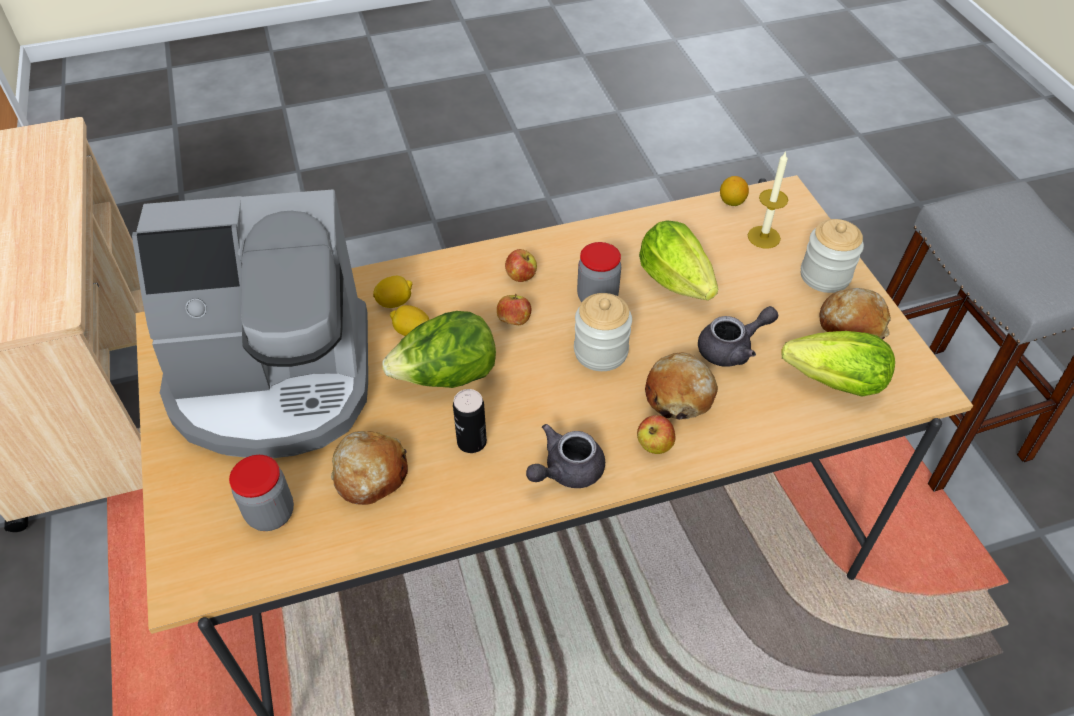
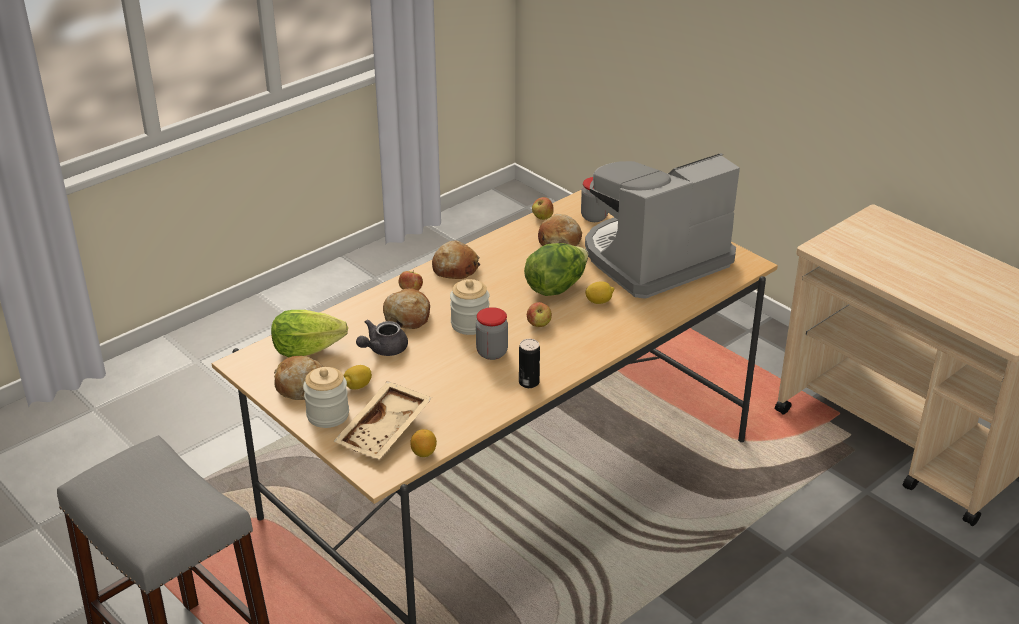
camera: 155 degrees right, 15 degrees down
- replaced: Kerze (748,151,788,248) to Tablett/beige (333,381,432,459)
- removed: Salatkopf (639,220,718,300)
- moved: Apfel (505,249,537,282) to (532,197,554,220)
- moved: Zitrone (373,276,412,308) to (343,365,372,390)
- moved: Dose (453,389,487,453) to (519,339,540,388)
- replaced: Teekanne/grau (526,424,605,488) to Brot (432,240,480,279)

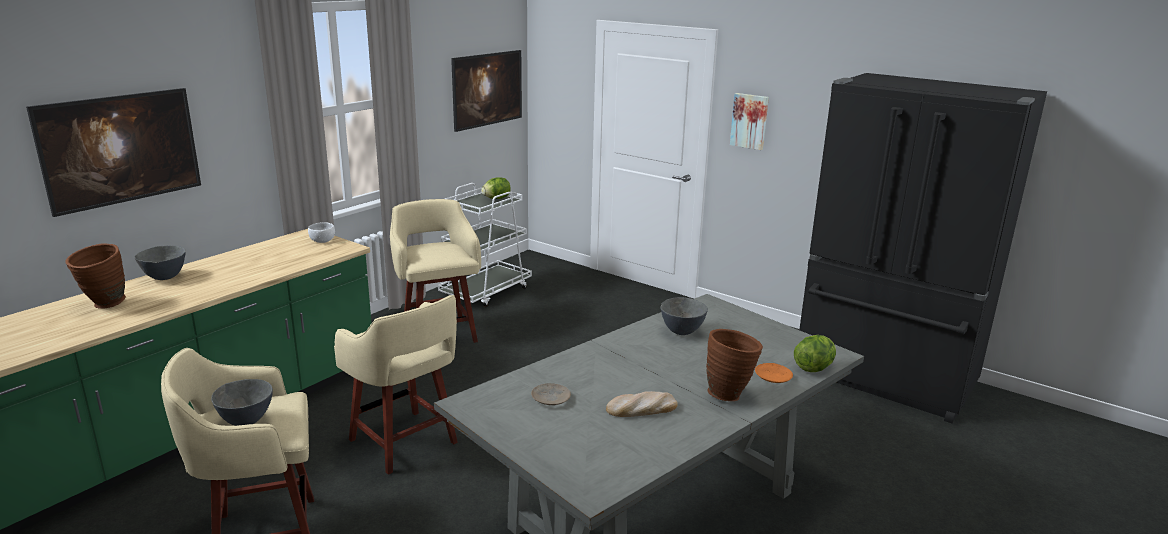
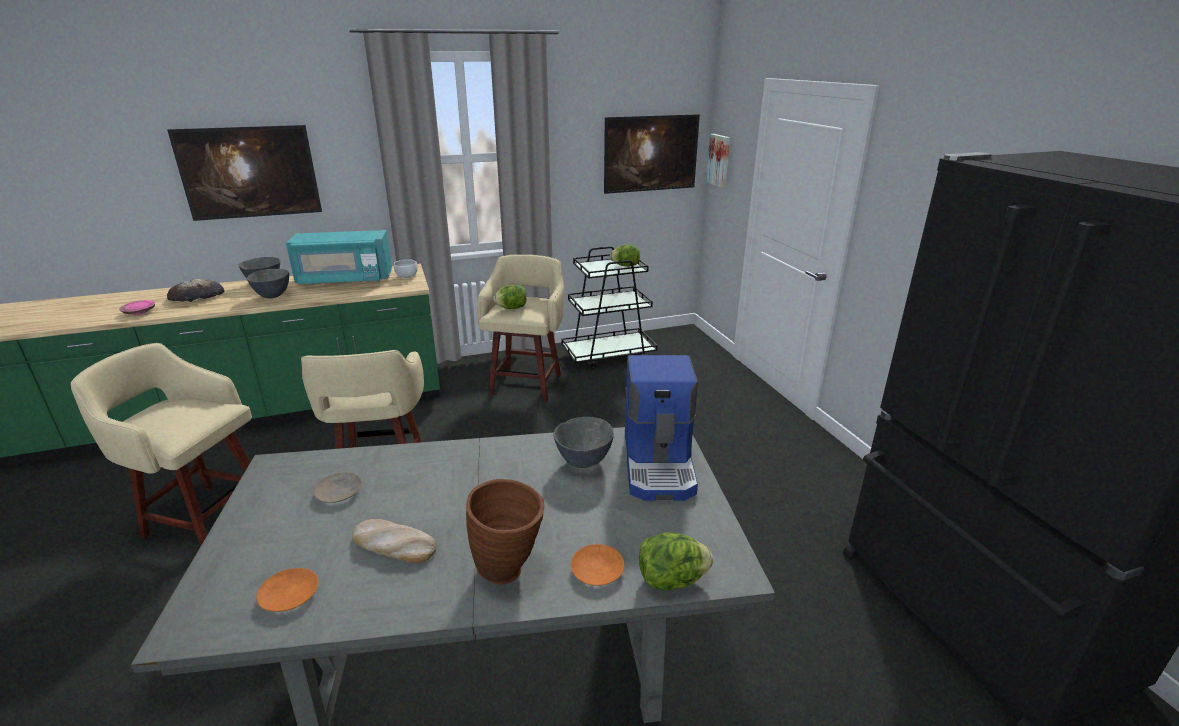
camera: 35 degrees right, 5 degrees up
- moved: Bild (730,93,769,150) to (706,134,730,188)
- recoloured: Rollwagen/weiß (438,183,532,307) to Rollwagen/schwarz (562,246,658,370)
- replaced: Vase/braun (65,244,126,309) to Brot (167,279,225,302)
- moved: Schüssel/grau (211,379,273,426) to (246,269,289,299)
- added: Mikrowelle/türkis (286,230,392,285)
- added: Salatkopf (493,284,527,309)
- added: Teller/rosa (119,300,155,315)
- added: Kaffeemaschine (625,355,698,501)
- added: Teller/orange (256,568,319,612)

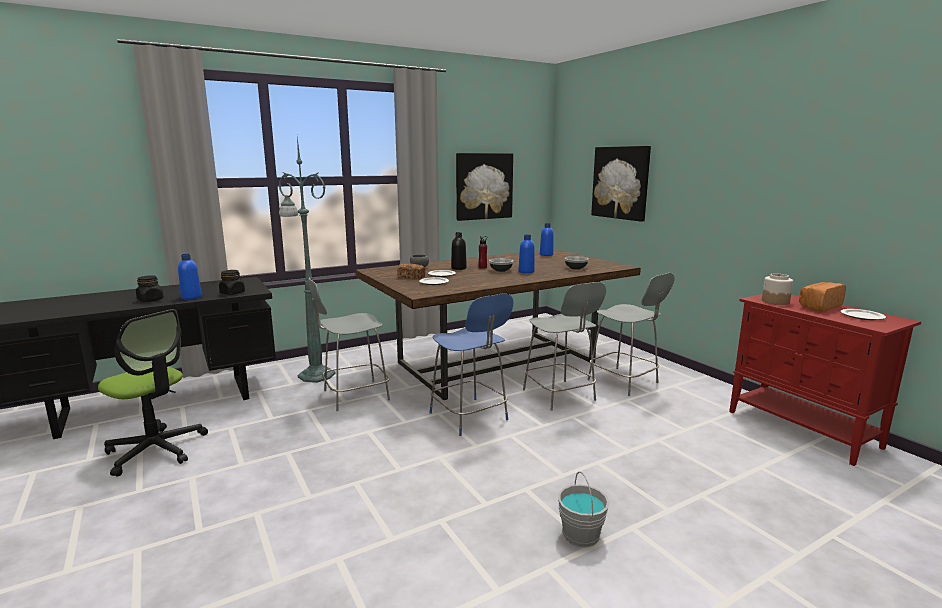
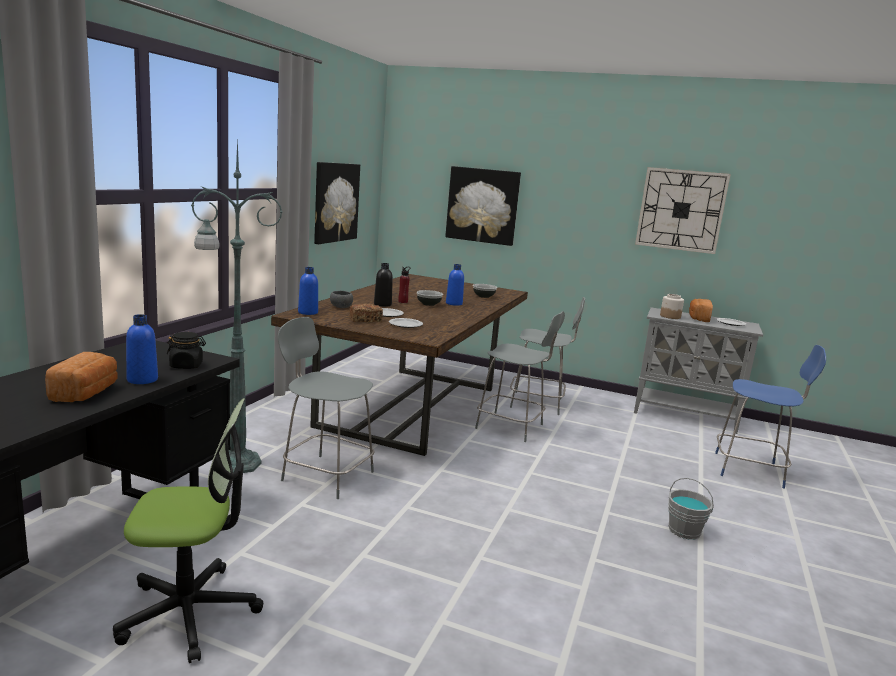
camera: 40 degrees left, 0 degrees up
- moved: Flasche/blau (540,223,553,256) to (298,267,318,315)
- replaced: Vorratsglas/schwarz (136,275,164,302) to Brot (45,352,117,402)
- turned: Stuhl/grau (308,277,390,411) = (278,317,375,499) 90 degrees clockwise
- moved: Stuhl/blau (430,293,514,436) to (715,345,826,489)
- recoloured: Schrank/rot (729,294,921,466) to Schrank/grau (634,307,763,434)
- added: Wanduhr (635,167,731,254)

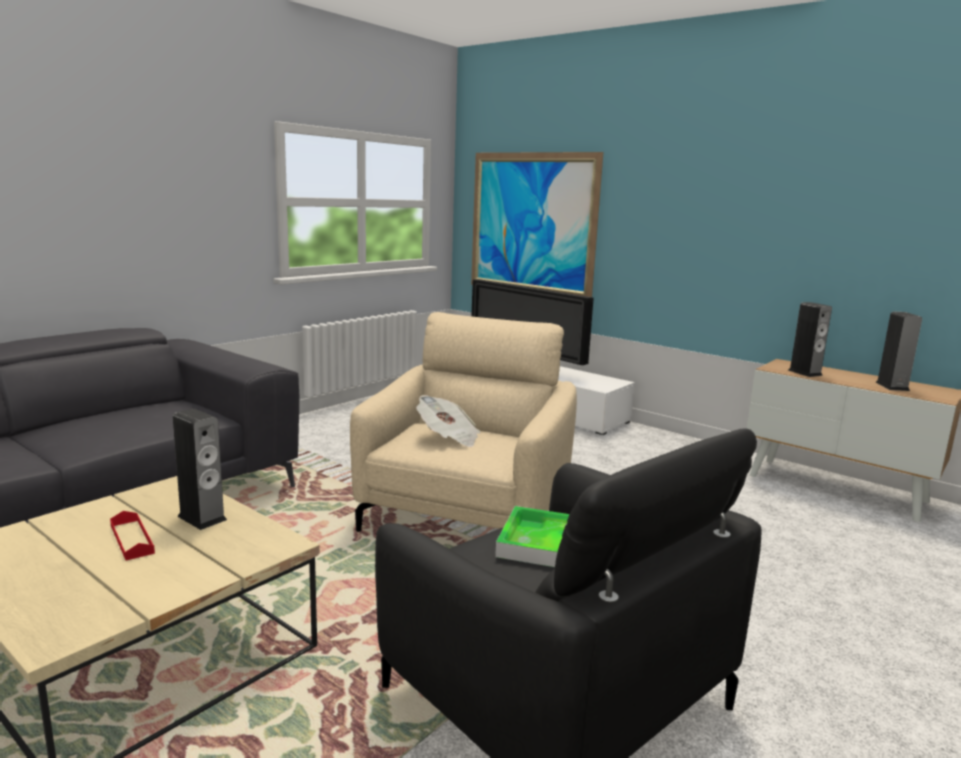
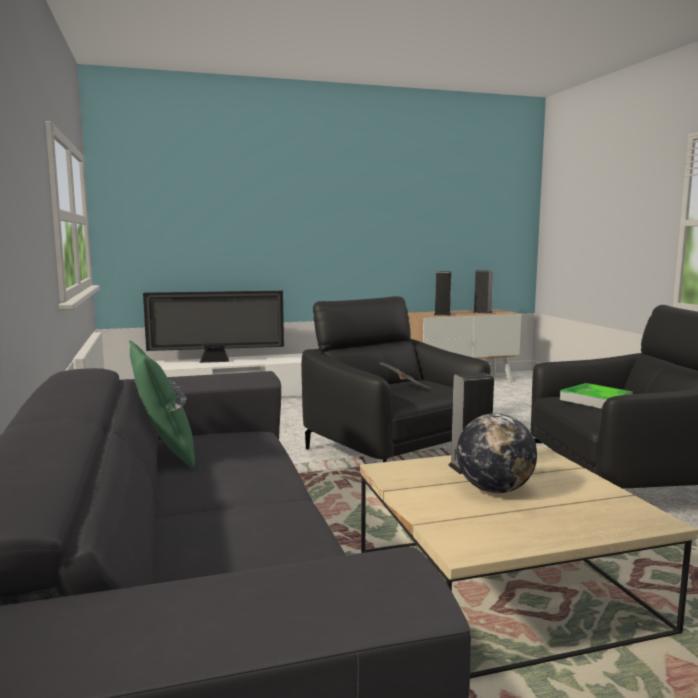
camera: 55 degrees left, 5 degrees down
- removed: Bild (471,152,603,297)
- recoloured: Sessel/beige (350,312,577,532) to Sessel/schwarz (301,296,491,462)
- replaced: Tablett/rot (110,511,155,561) to Globus (457,413,537,493)
- added: Kissen/grün (129,340,195,469)

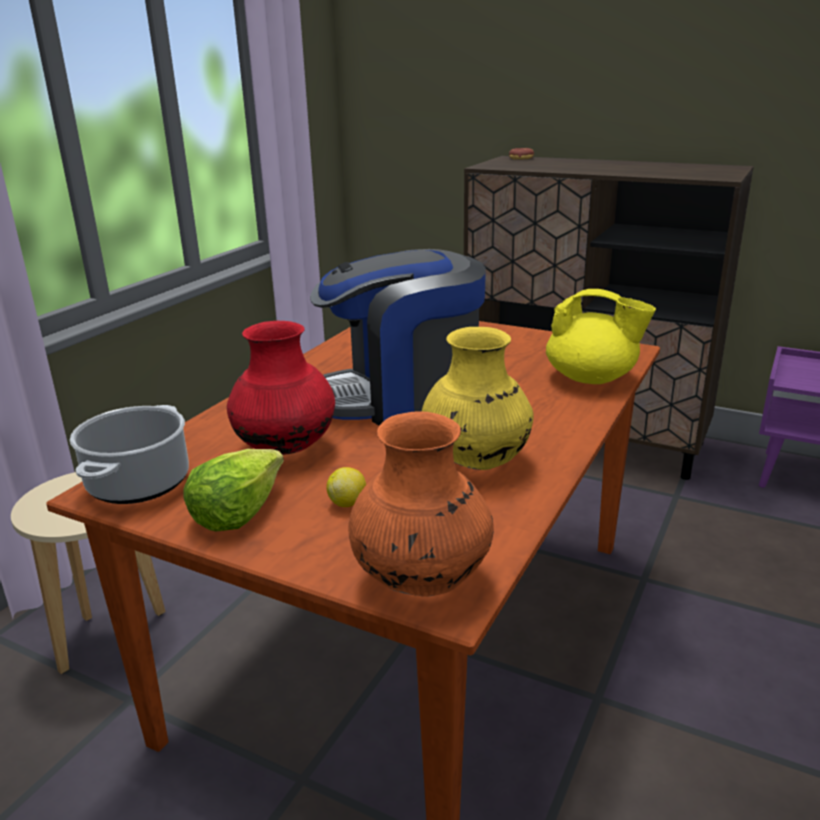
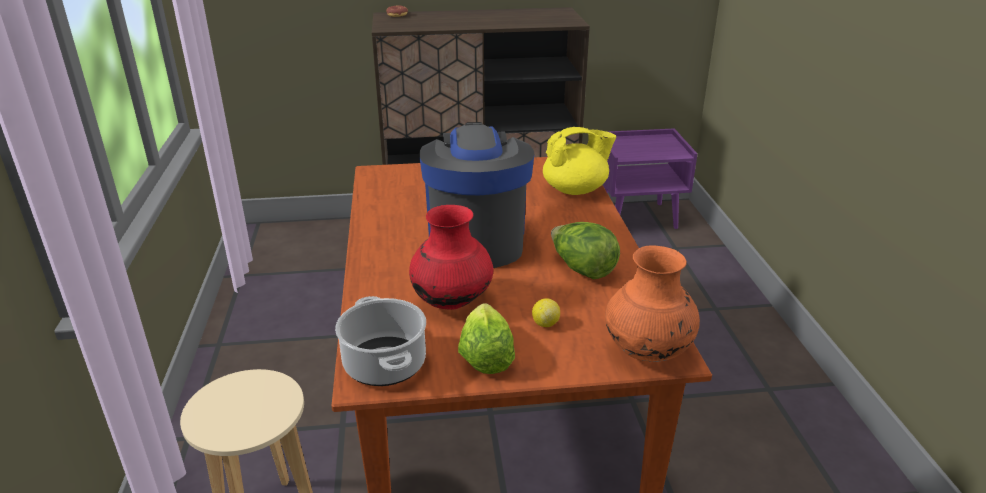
camera: 35 degrees left, 5 degrees up
- turned: Kaffeemaschine (310,249,486,426) = (419,122,534,268) 135 degrees clockwise
- replaced: Vase/gelb (422,327,534,470) to Salatkopf (551,222,620,279)

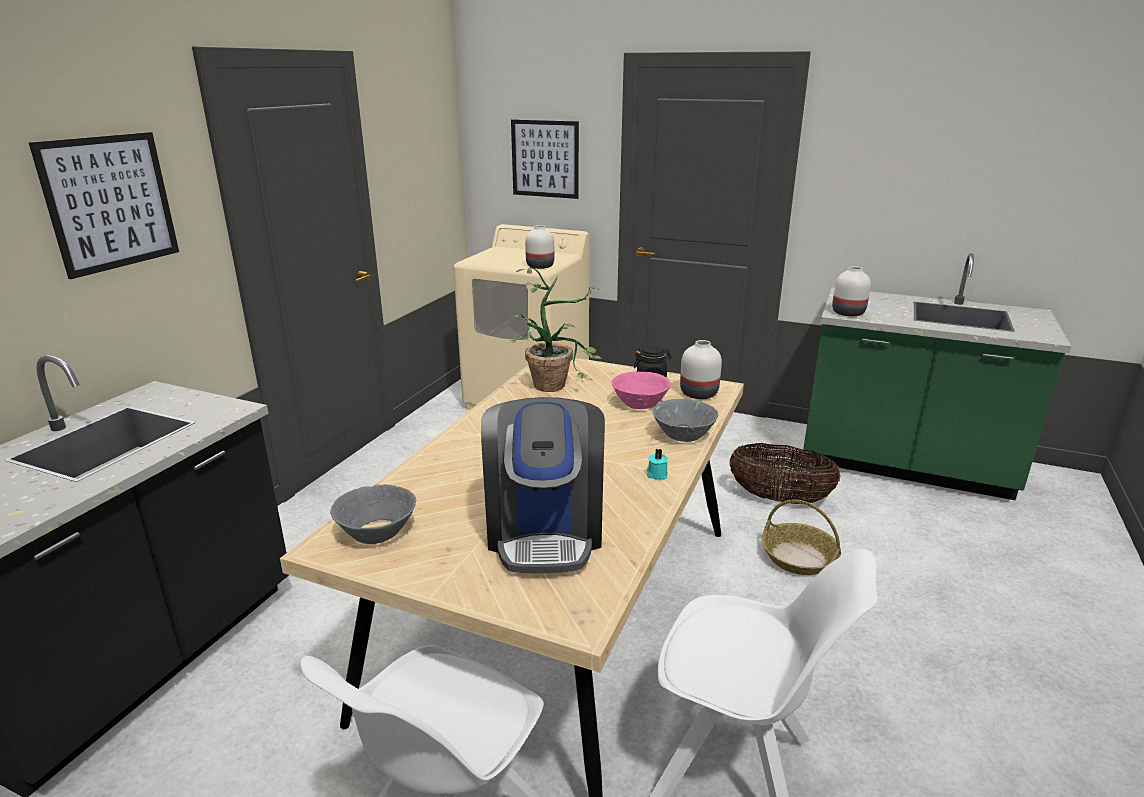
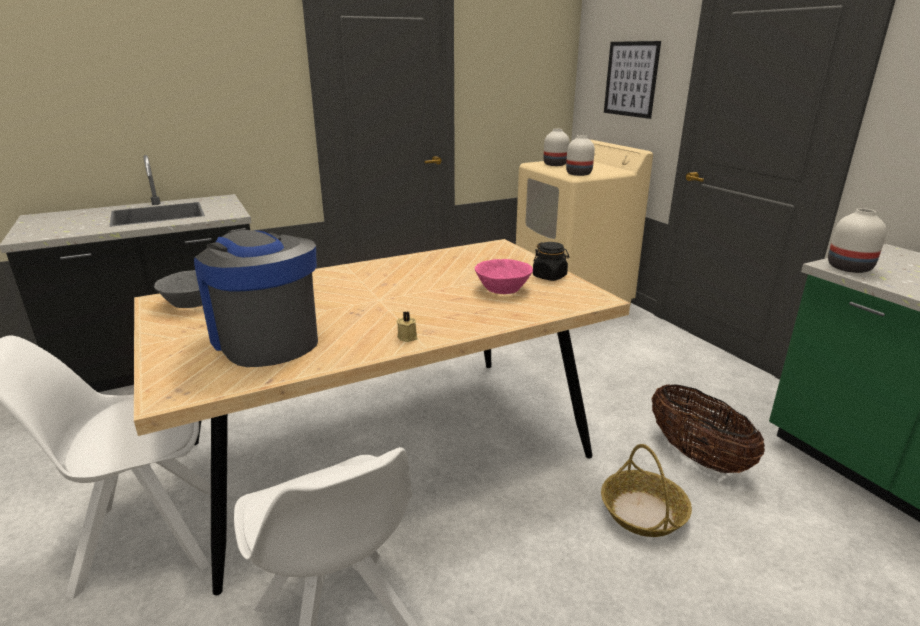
camera: 40 degrees right, 0 degrees up
- removed: Bild (29,132,179,279)
- removed: Topfpflanze (511,268,602,392)
- moved: Vase/weiß (680,340,722,399) to (544,129,569,166)
- turned: Kaffeemaschine (481,397,605,573) = (194,228,318,367) 105 degrees clockwise
- removed: Schüssel/grau (652,399,718,442)
- recoloured: Kerze/türkis (647,449,668,480) to Kerze/beige (396,311,418,342)

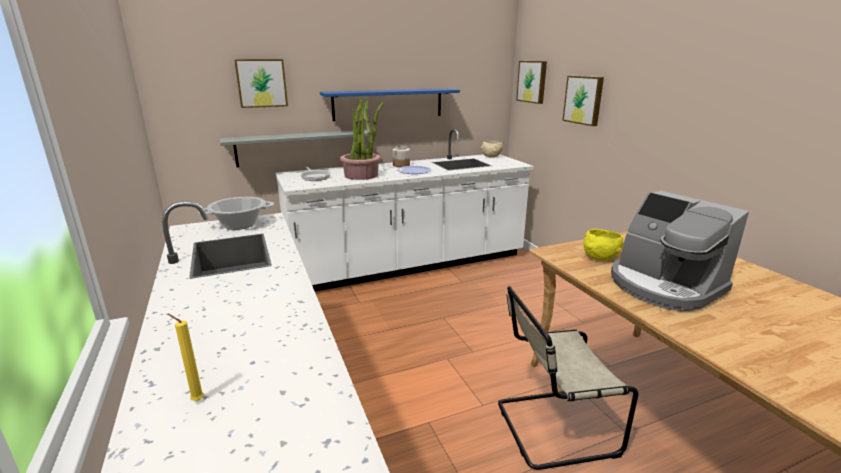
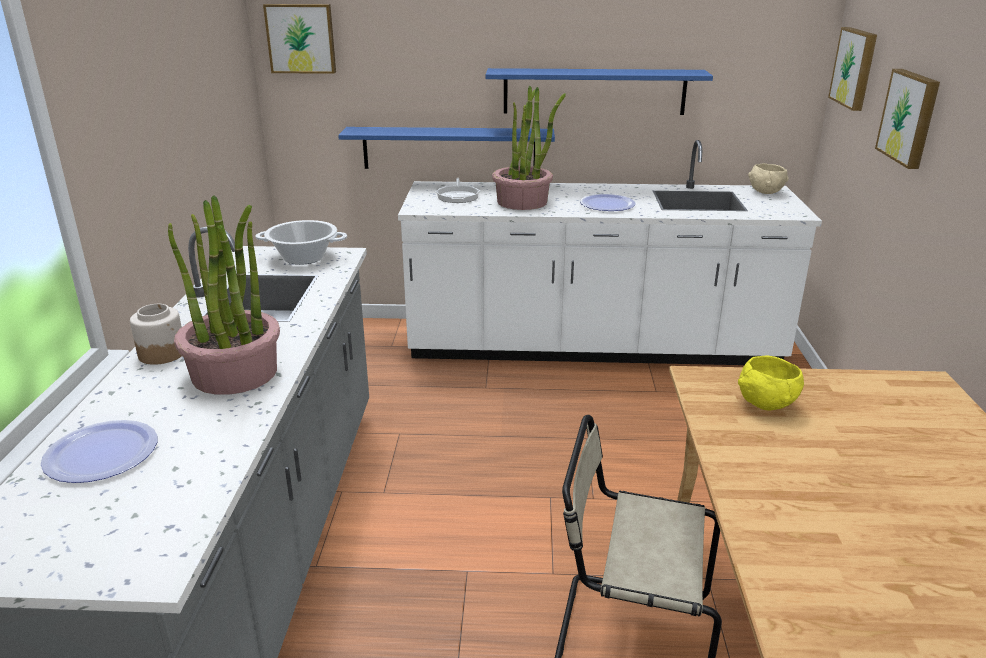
camera: 25 degrees right, 5 degrees up
- moved: Bild (234,59,288,108) to (263,4,336,74)
- recoloured: Wandregal/grau (220,130,373,167) to Wandregal/blau (338,127,555,169)
- moved: Vorratsglas (392,146,410,167) to (130,304,182,365)
- removed: Kaffeemaschine (611,191,749,312)
- replaced: Kerze/gelb (168,314,204,401) to Teller (41,420,157,483)
- added: Topfpflanze (168,195,280,395)

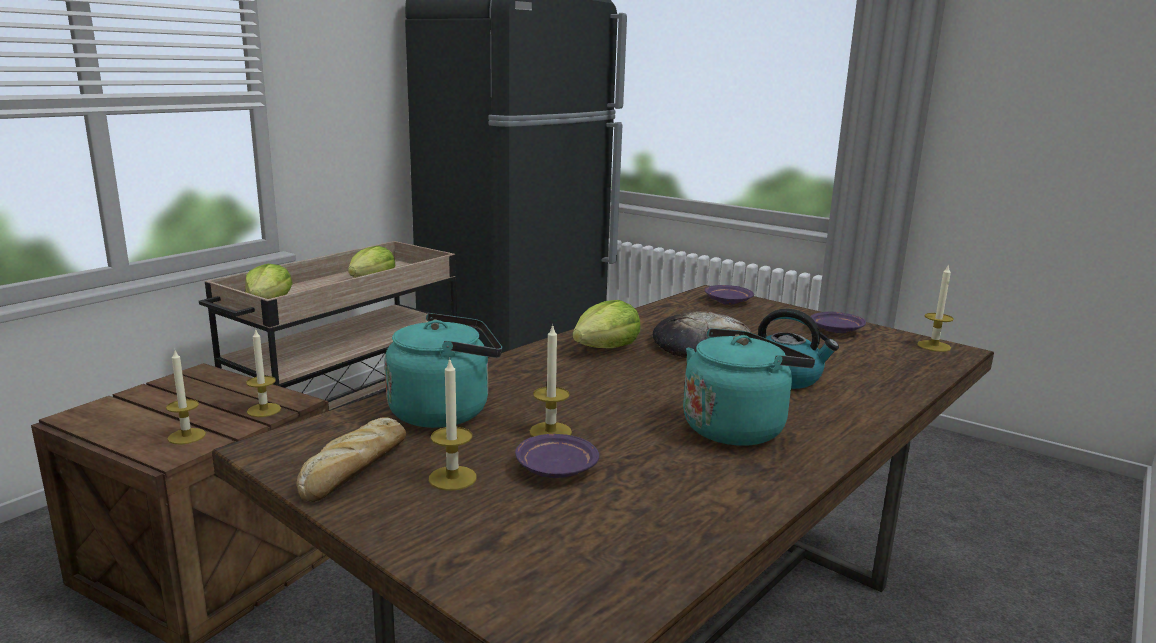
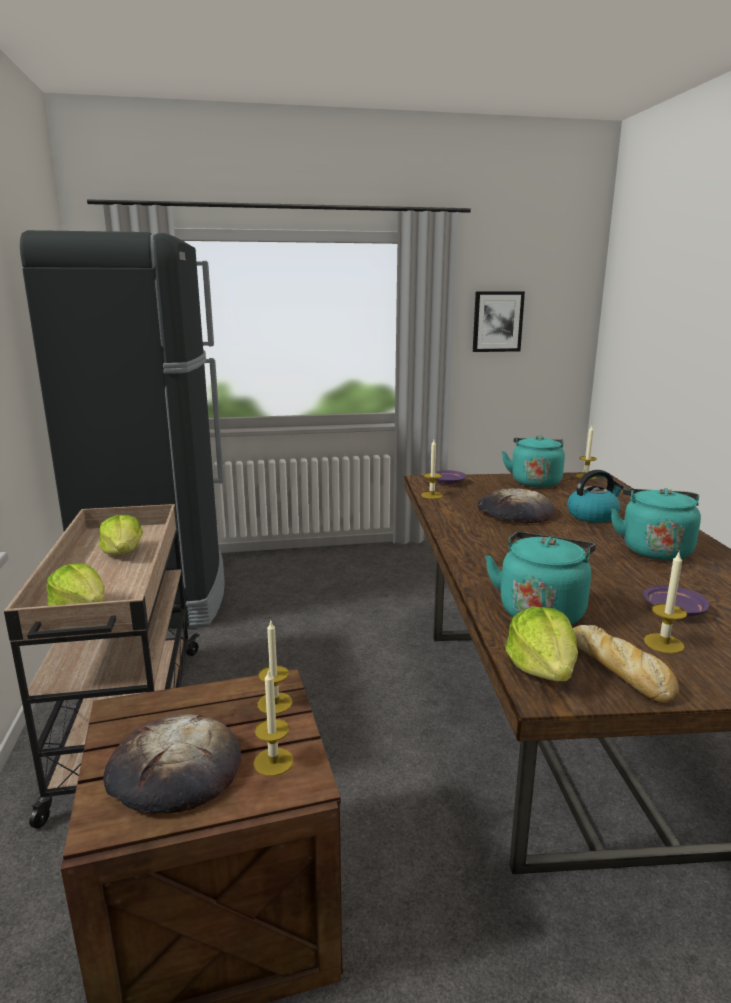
camera: 45 degrees left, 0 degrees up
- moved: Salatkopf (572,300,641,348) to (505,606,578,681)
- replaced: Teller/lila (810,311,866,333) to Wasserkessel/türkis (502,435,565,488)
- moved: Kerze (530,324,572,437) to (421,440,443,499)
- added: Bild (473,291,525,352)
- added: Brot (103,714,241,813)

